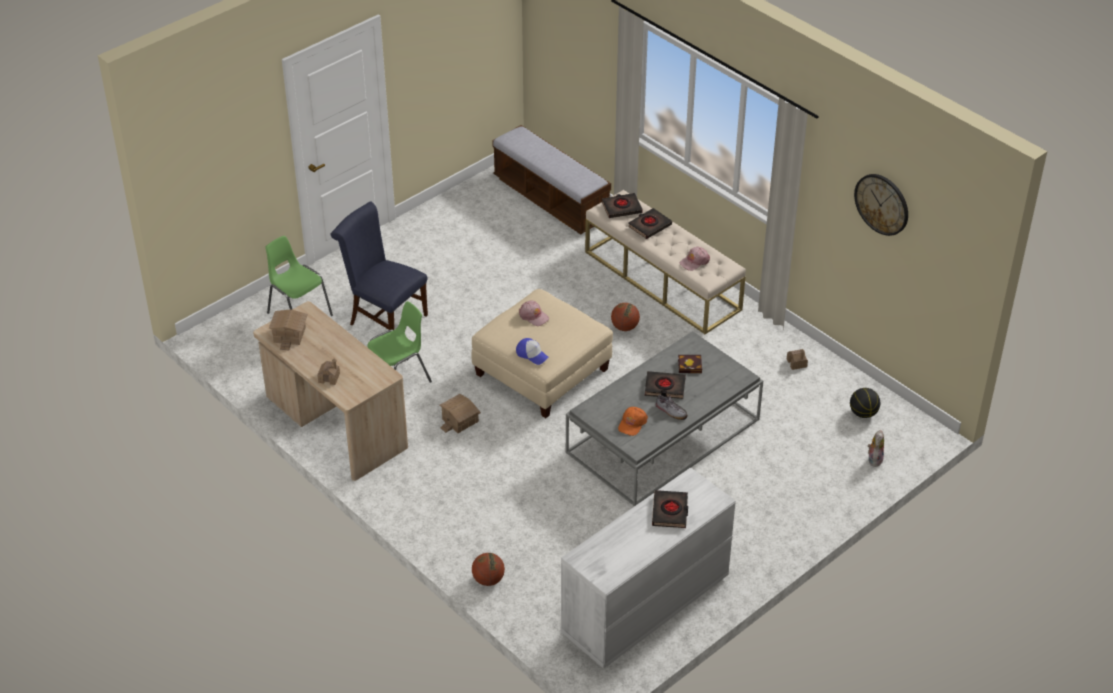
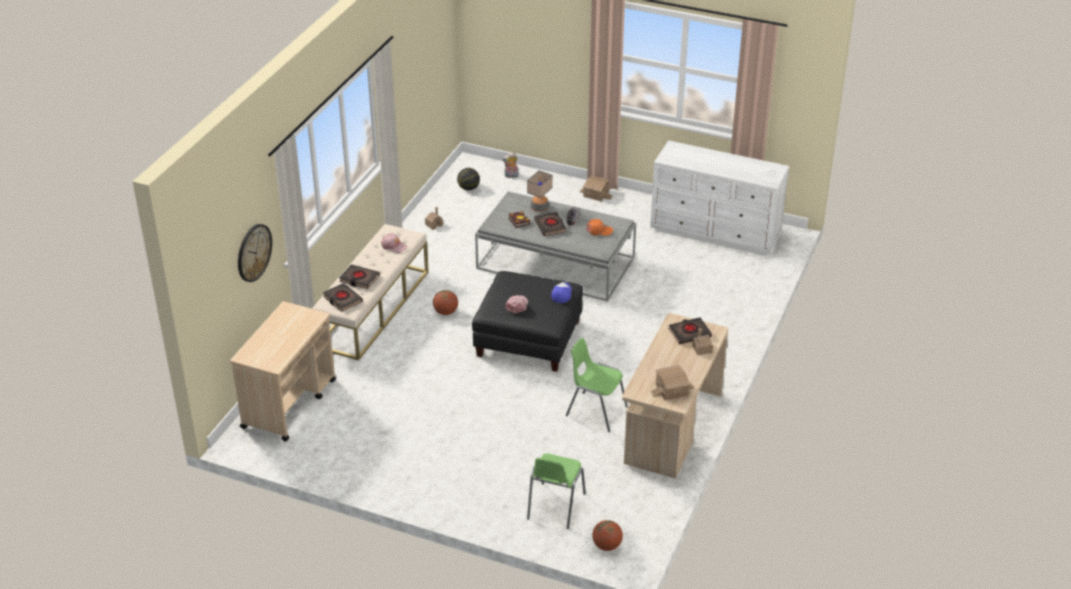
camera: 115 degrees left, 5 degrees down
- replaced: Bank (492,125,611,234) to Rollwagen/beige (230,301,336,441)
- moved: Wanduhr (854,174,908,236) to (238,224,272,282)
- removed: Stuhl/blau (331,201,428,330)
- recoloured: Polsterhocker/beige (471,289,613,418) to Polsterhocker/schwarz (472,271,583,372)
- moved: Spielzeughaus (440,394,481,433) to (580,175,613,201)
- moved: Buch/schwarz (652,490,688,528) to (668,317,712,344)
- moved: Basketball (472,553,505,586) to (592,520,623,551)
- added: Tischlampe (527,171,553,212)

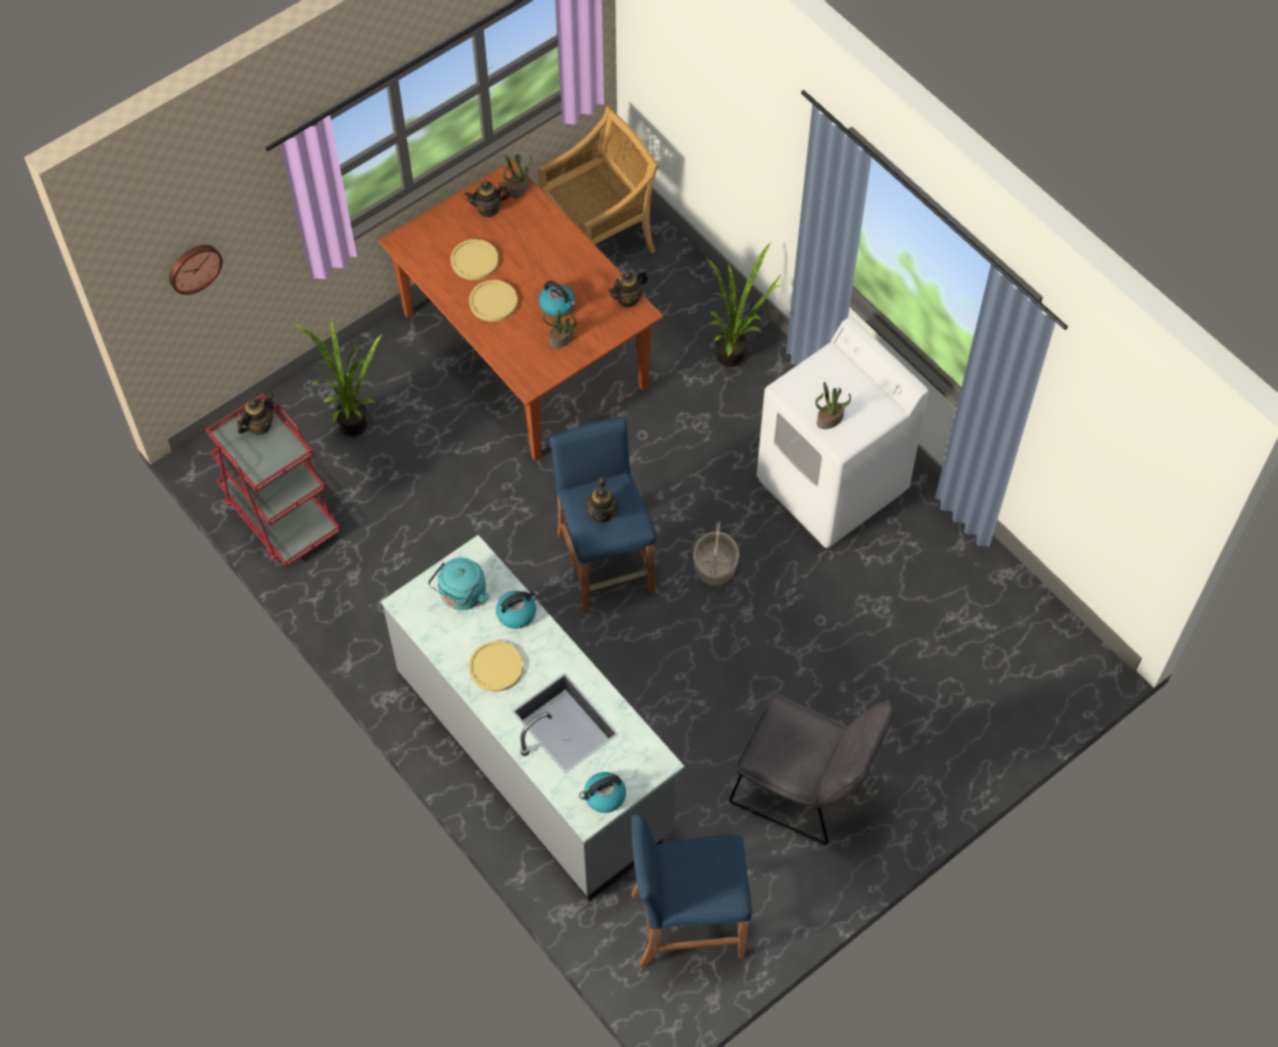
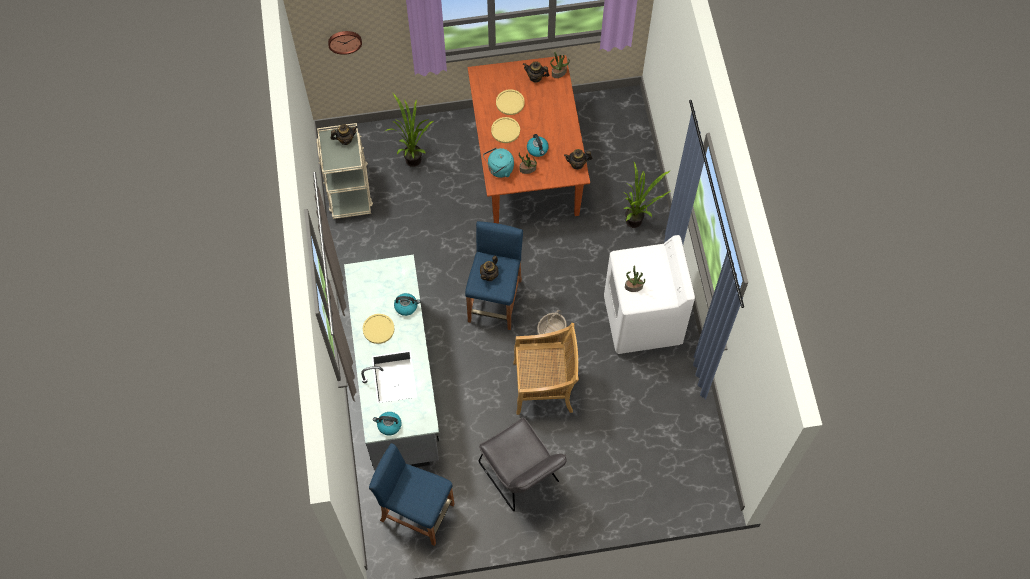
camera: 30 degrees right, 5 degrees up
- moved: Stuhl/beige (538,106,659,253) to (513,323,579,415)
- recoloured: Rollwagen/rot (206,393,341,567) to Rollwagen/beige (316,123,373,219)
- moved: Wasserkessel/türkis (428,557,490,610) to (483,148,514,178)

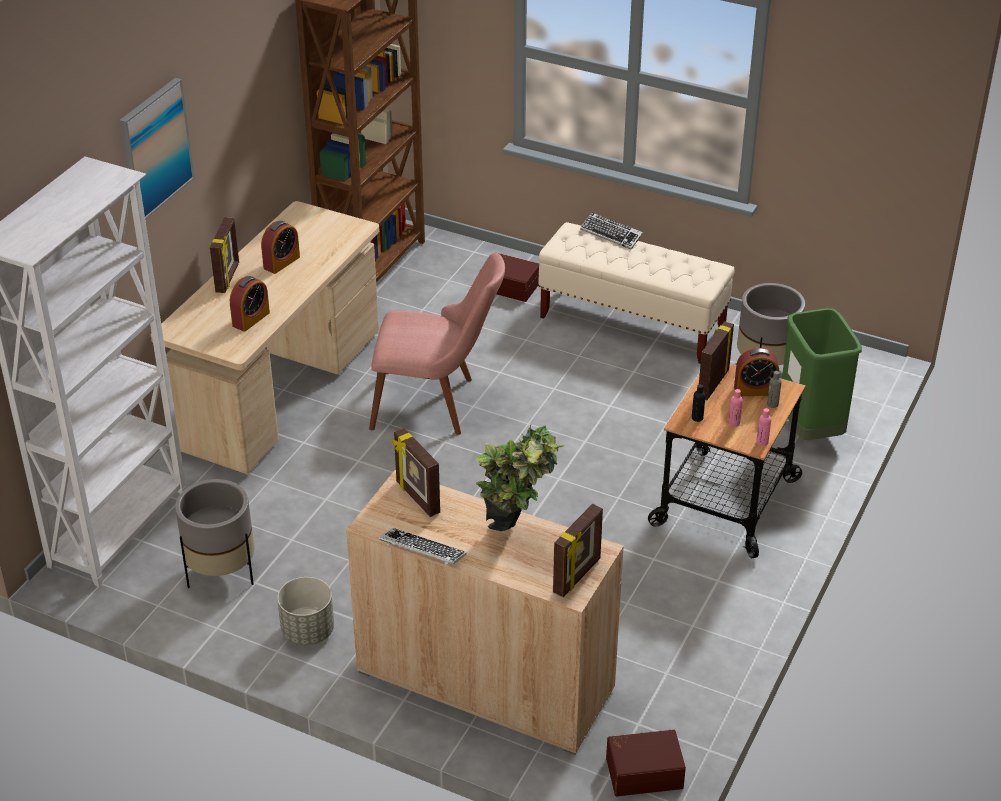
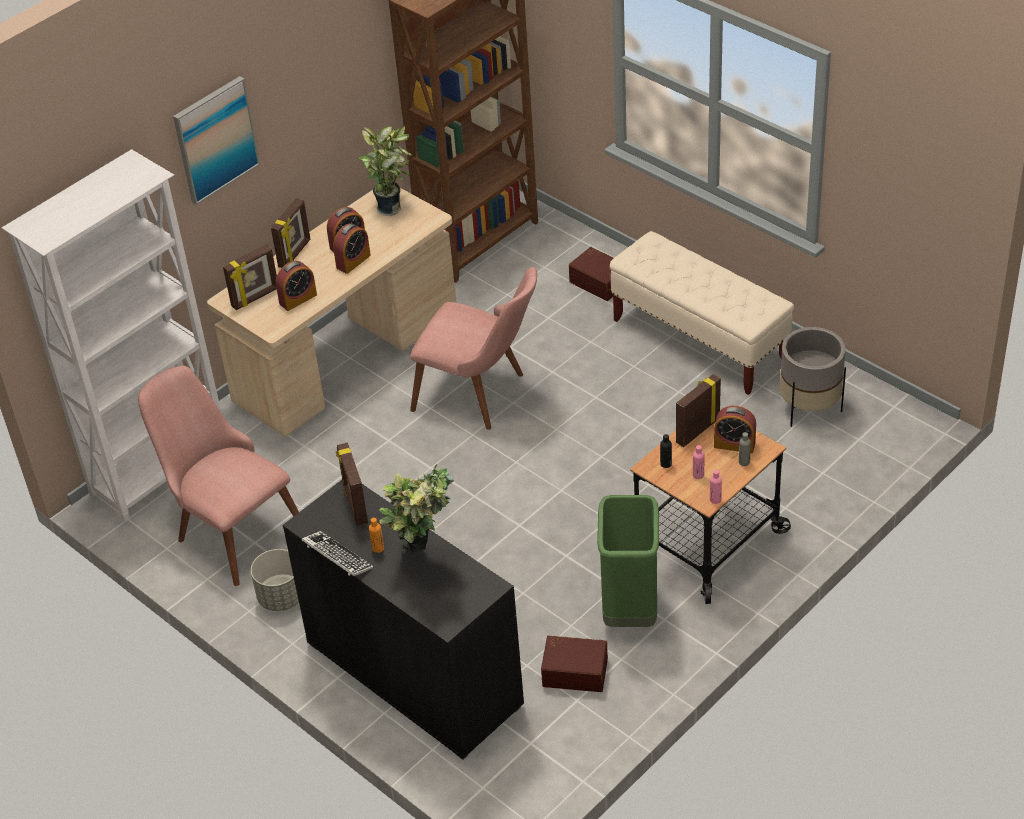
camera: 20 degrees right, 5 degrees up
- removed: Tastatur (580,212,643,250)
- moved: Mülleimer/grün (782,308,862,440) to (597,495,659,627)
- recoloured: Schrank/beige (346,470,624,755) to Schrank/schwarz (283,480,524,760)
- replaced: Pflanzkübel/grau (175,479,254,588) to Stuhl/rosa (138,366,299,586)
- moved: Bilderrahmen (553,504,603,597) to (223,244,277,310)
- moved: Aufbewahrungsbox/braun (606,729,686,796) to (541,635,608,692)
- added: Topfpflanze (359,126,412,216)
- added: Wecker (333,223,371,274)
- added: Flasche/orange (369,518,384,553)

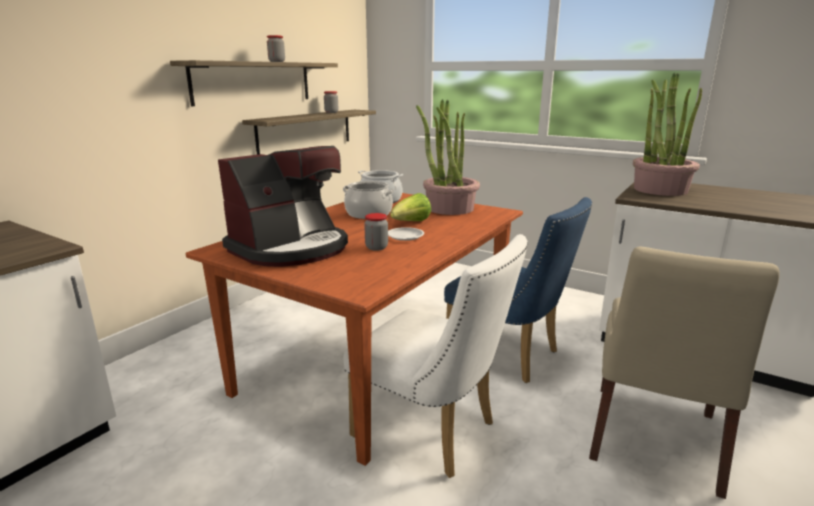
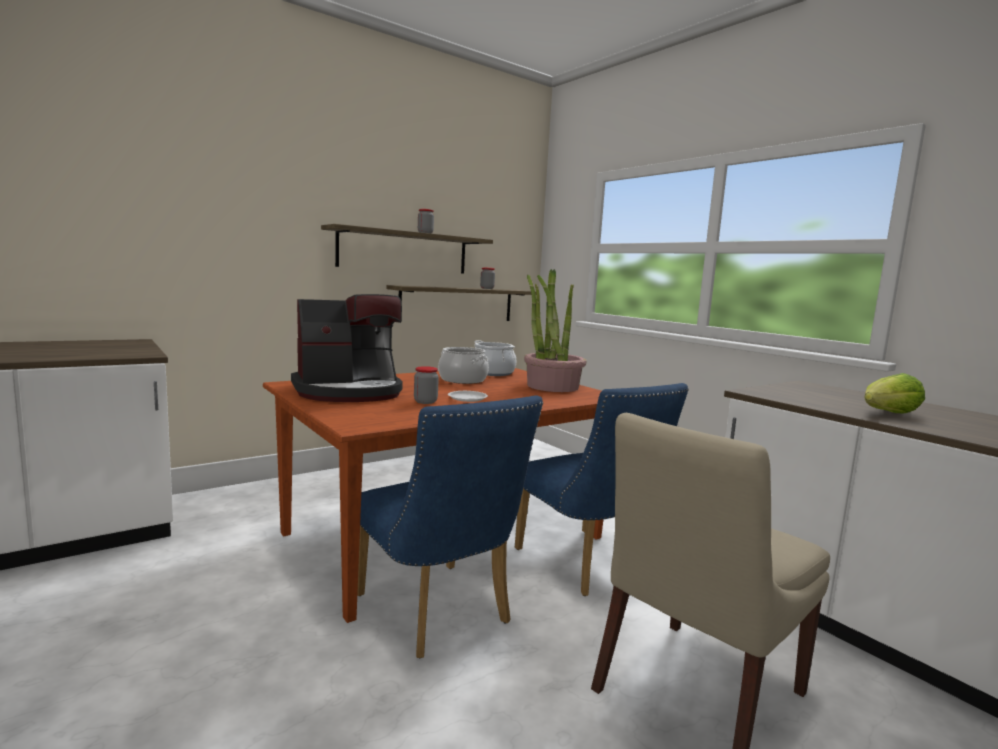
camera: 20 degrees right, 10 degrees down
- removed: Topfpflanze (633,73,702,196)
- moved: Salatkopf (390,193,431,221) to (864,373,925,414)
- recoloured: Stuhl/weiß (343,234,528,478) to Stuhl/blau (357,396,543,658)

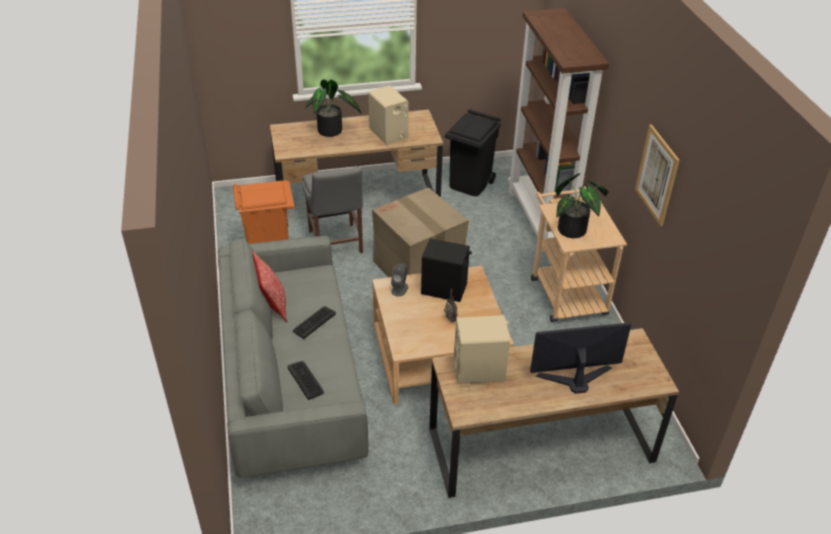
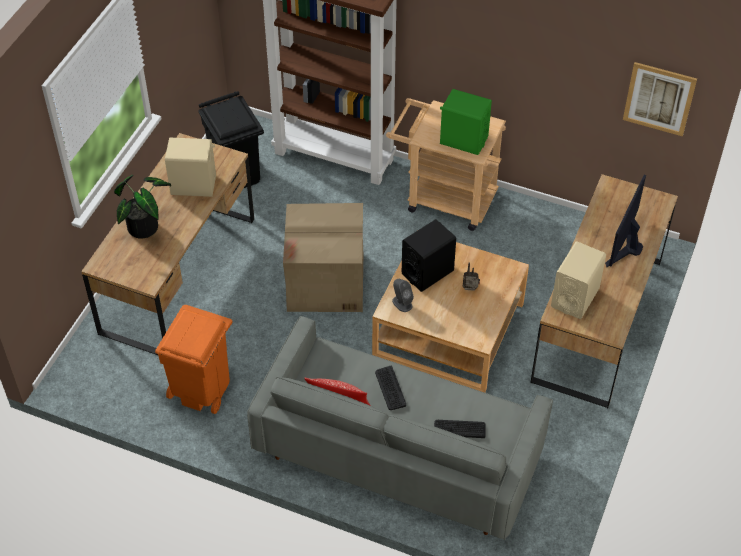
camera: 55 degrees left, 10 degrees up
- moved: Bild (635,124,680,226) to (623,62,697,136)
- removed: Stuhl/grau (302,166,363,253)
- replaced: Topfpflanze (556,173,609,238) to Lautsprecher/grün (440,89,492,155)

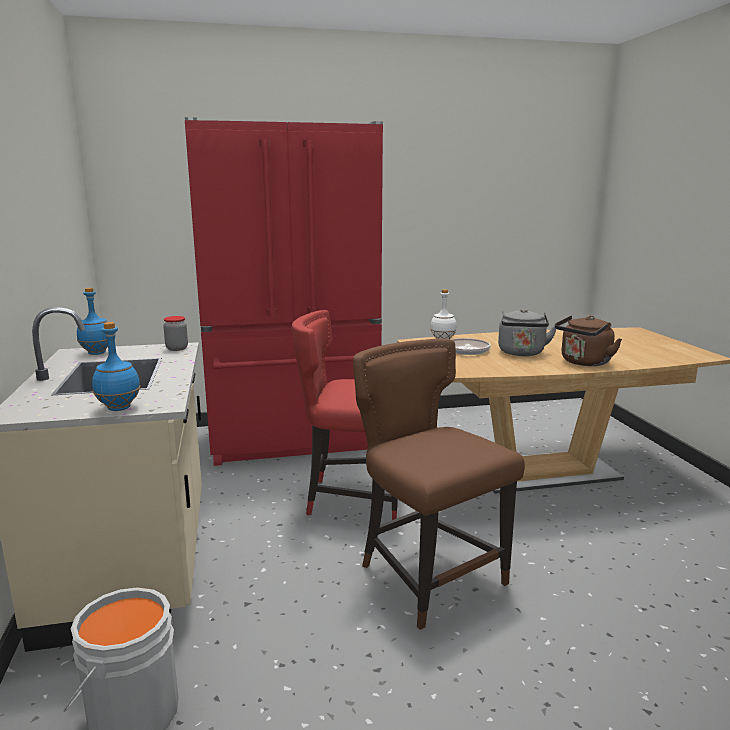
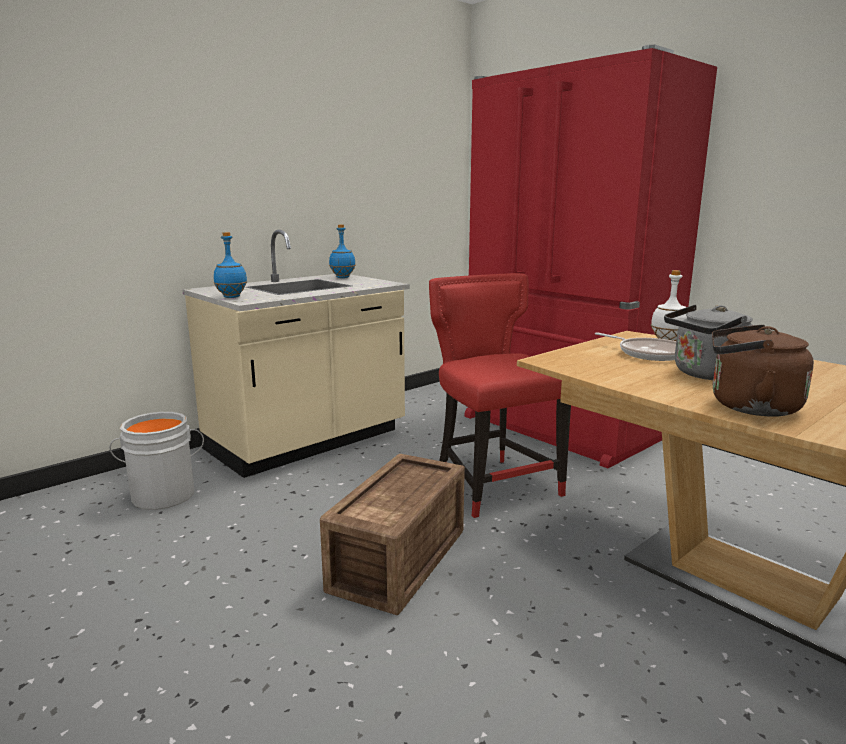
camera: 60 degrees right, 0 degrees up
- removed: Vorratsglas (163,316,188,351)
- replaced: Stuhl/braun (353,339,525,630) to Kiste (320,454,465,615)

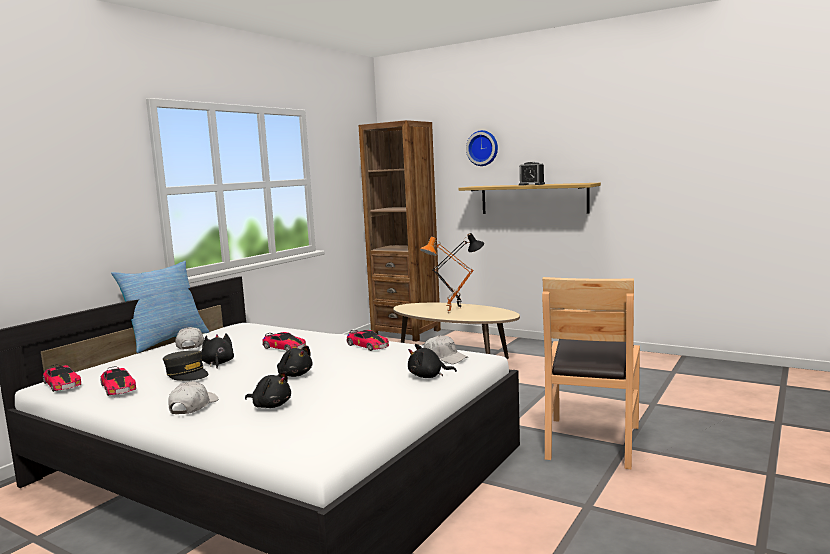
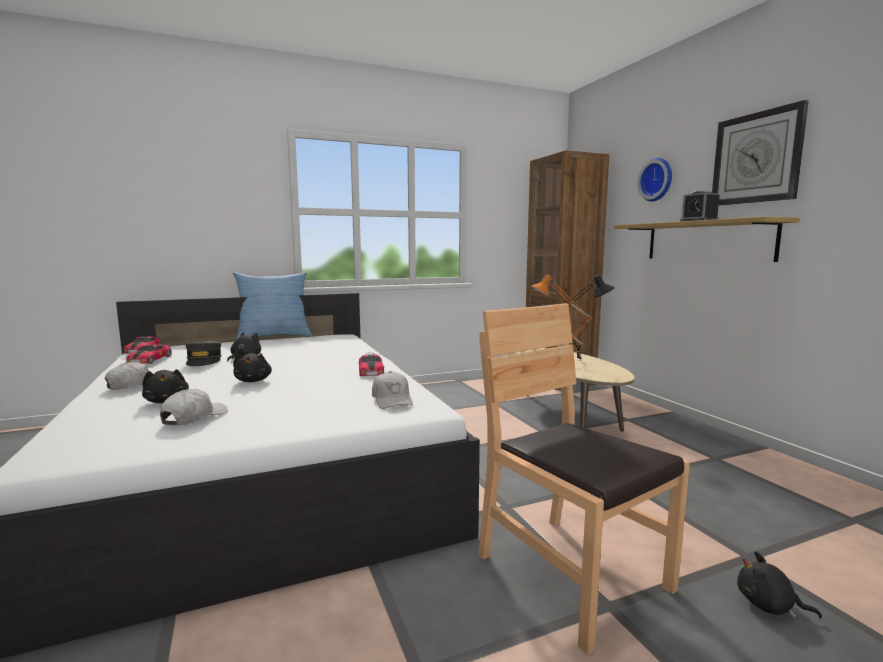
camera: 35 degrees right, 0 degrees up
- turned: Stuhl/braun (542,277,640,469) = (478,303,690,655) 90 degrees clockwise
- moved: Kappe/weiß (175,327,204,349) to (160,389,228,426)
- removed: Spielzeugauto (262,332,306,351)
- moved: Plüschtier/schwarz (408,344,457,378) to (737,551,822,619)
- added: Wanduhr (712,100,809,206)

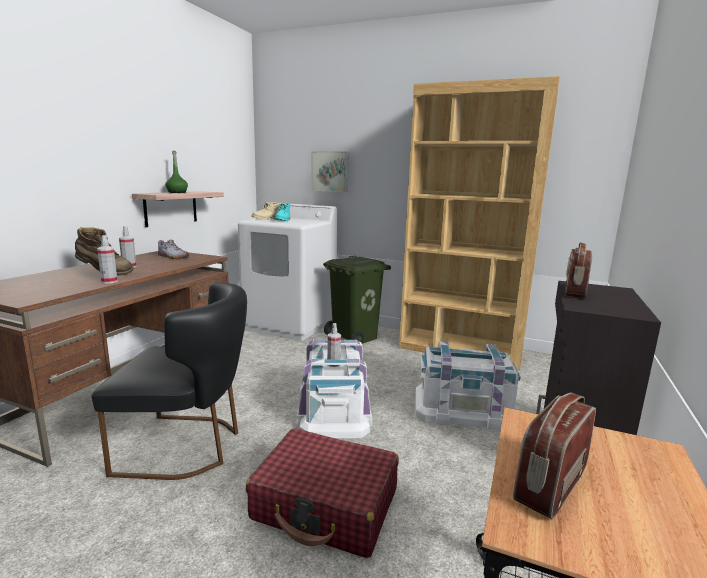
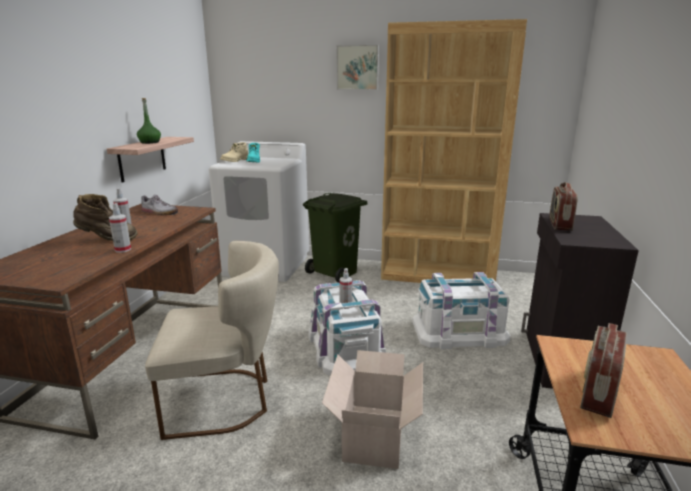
camera: 10 degrees left, 5 degrees up
- moved: Bild (311,151,349,192) to (336,45,379,90)
- recoloured: Stuhl/schwarz (92,282,247,480) to Stuhl/beige (145,241,279,440)
- replaced: Koffer/rot (246,428,399,558) to Karton (322,350,423,469)

